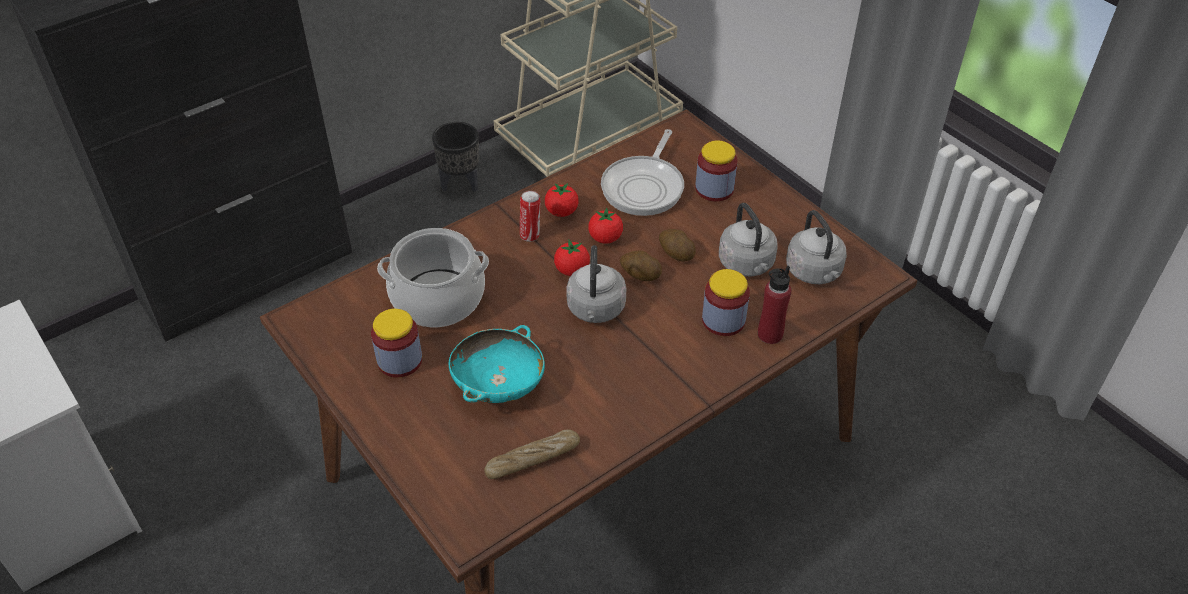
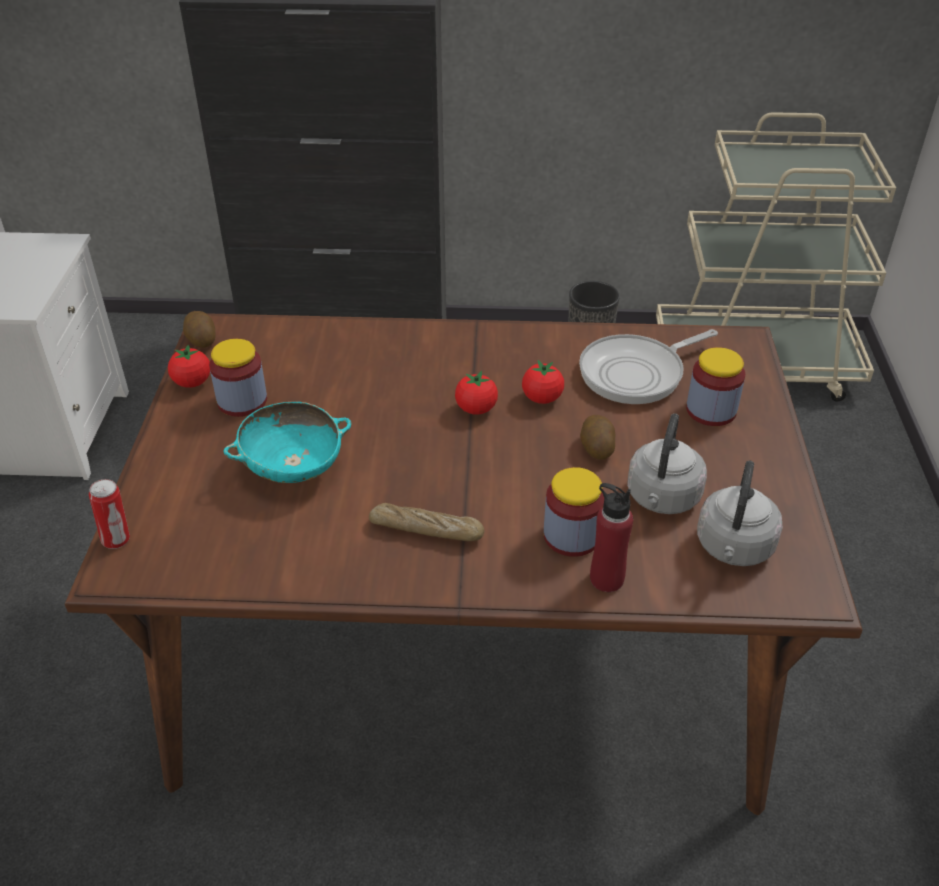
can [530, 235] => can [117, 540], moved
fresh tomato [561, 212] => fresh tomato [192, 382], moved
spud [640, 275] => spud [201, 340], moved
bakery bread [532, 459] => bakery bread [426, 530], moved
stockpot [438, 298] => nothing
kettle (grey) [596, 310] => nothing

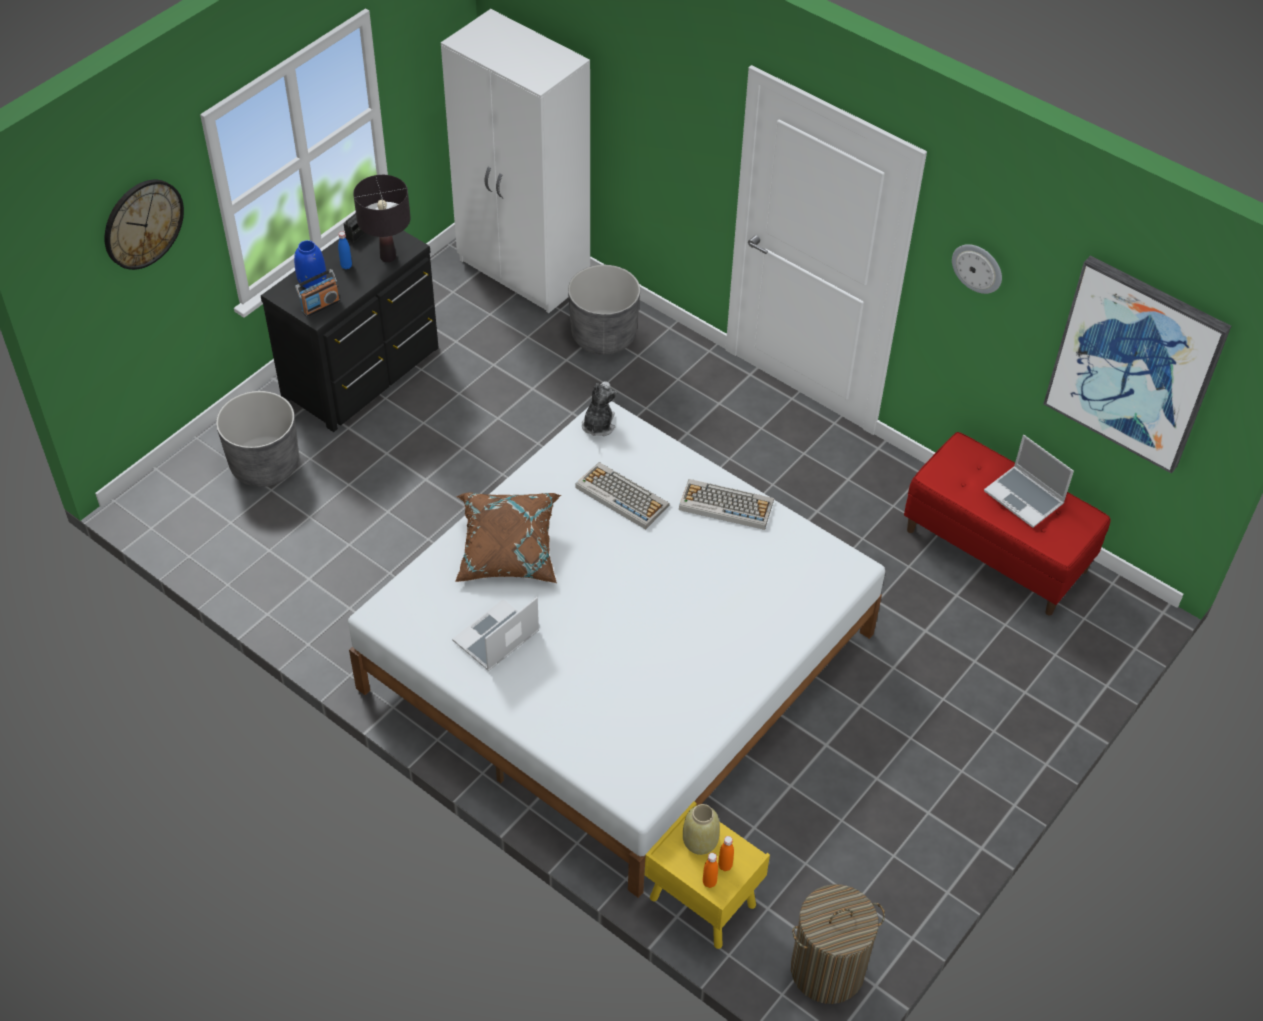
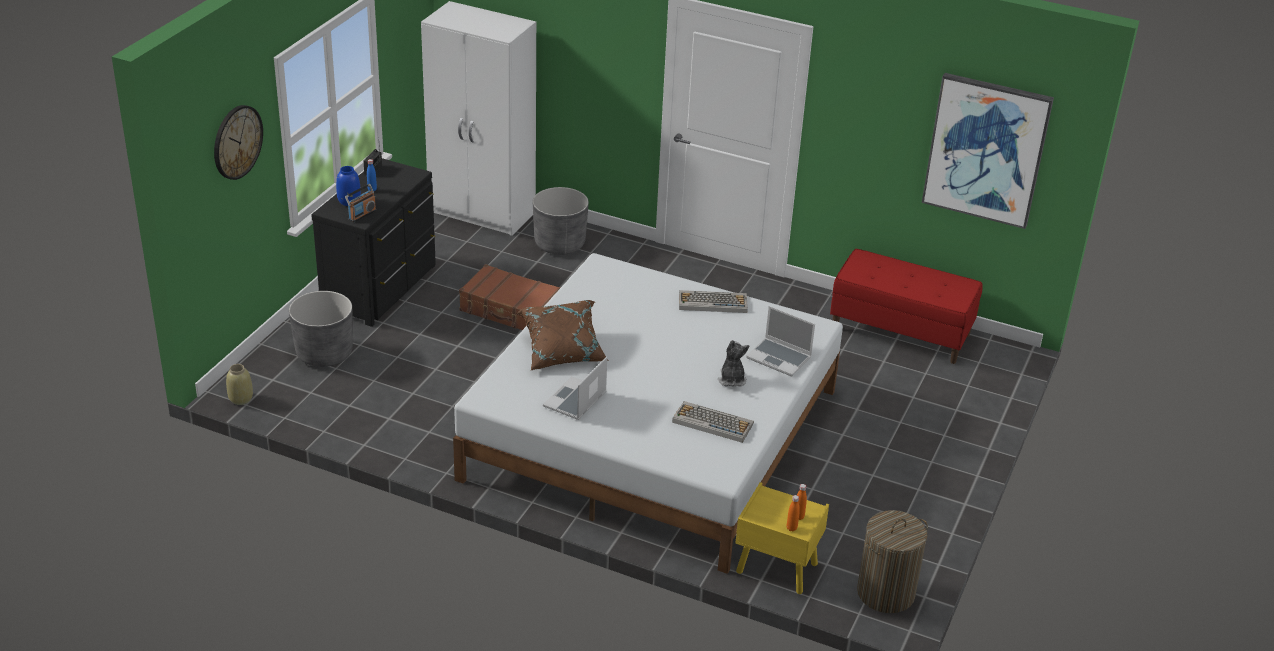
decorative vase (sand-coloured) [700, 841] => decorative vase (sand-coloured) [241, 398], moved
nothing => suitcase (brown-coloured) [515, 312]
keyboard [621, 496] => keyboard [712, 423], moved
cuddly toy [598, 425] => cuddly toy [731, 379], moved
notebook computer [1025, 498] => notebook computer [780, 358], moved
tabletop lamp (black-coloured) [388, 257] => nothing
wall clock [977, 267] => nothing

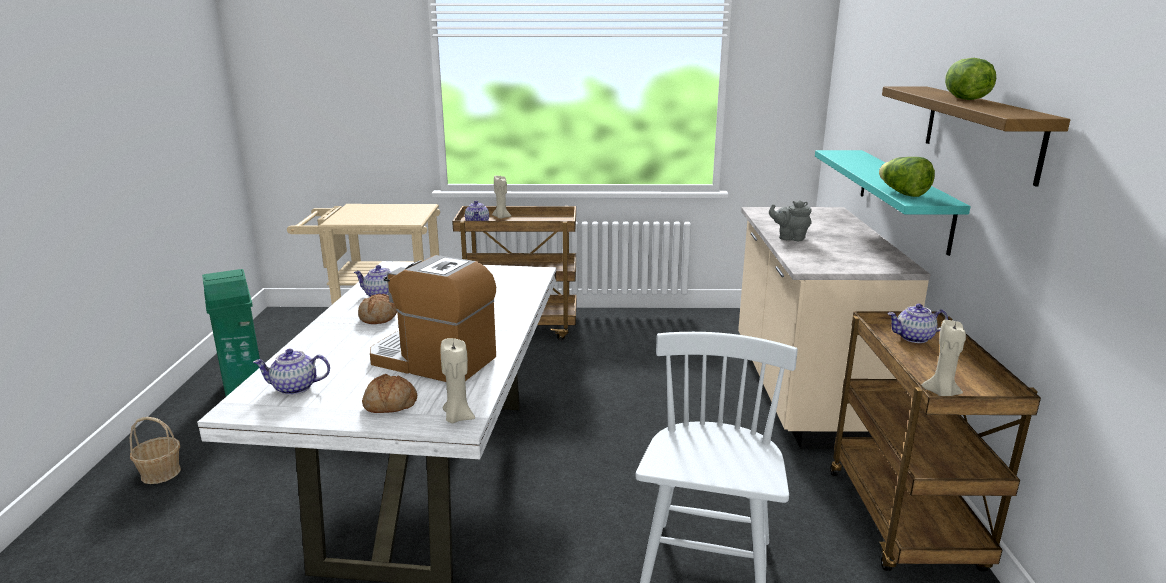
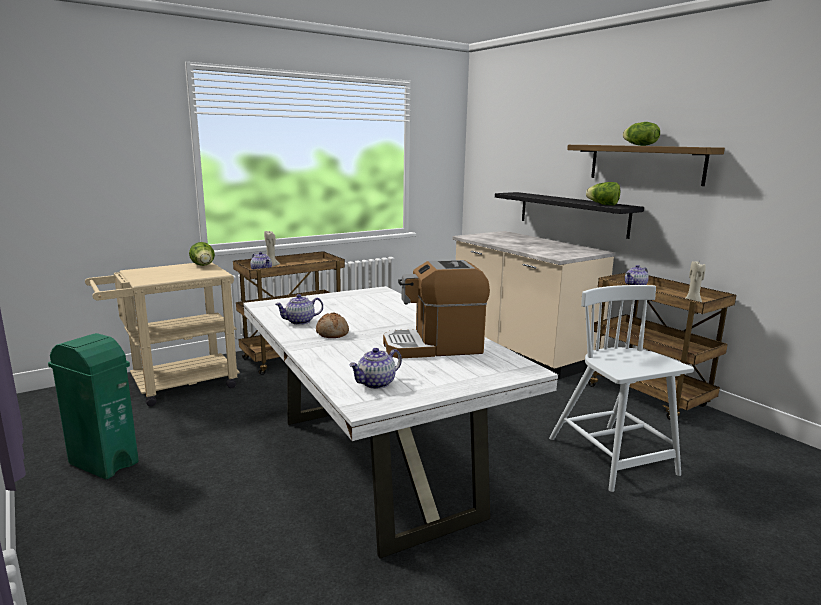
nothing => lettuce head [204, 266]
shelf (turquoise-coloured) [903, 197] => shelf (black-coloured) [572, 213]
storage basket [160, 473] => nothing
bakery bread [389, 404] => nothing
wax light (sand-coloured) [457, 417] => nothing
pot for tea (grey) [789, 238] => nothing

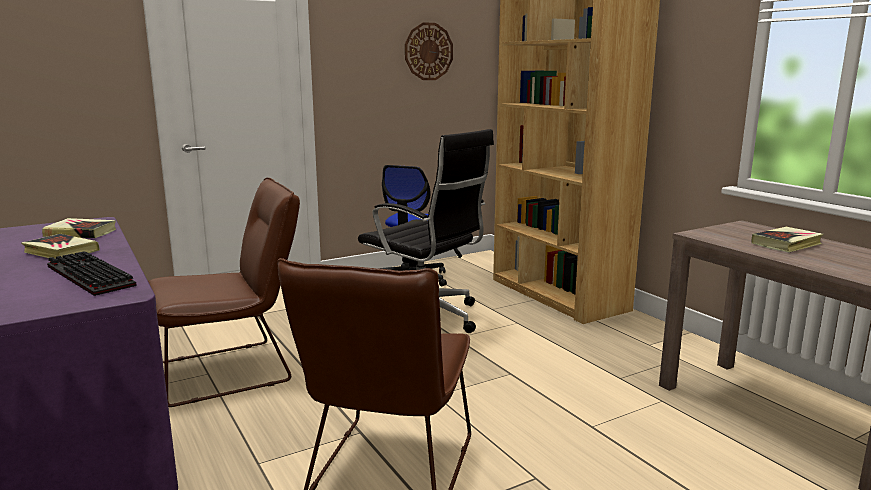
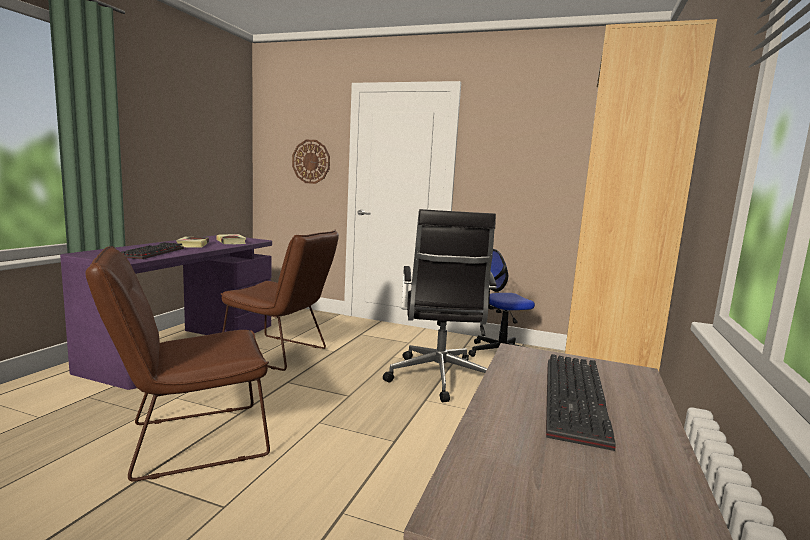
wall clock [428, 51] => wall clock [311, 161], moved
book [786, 244] => keyboard [578, 401]

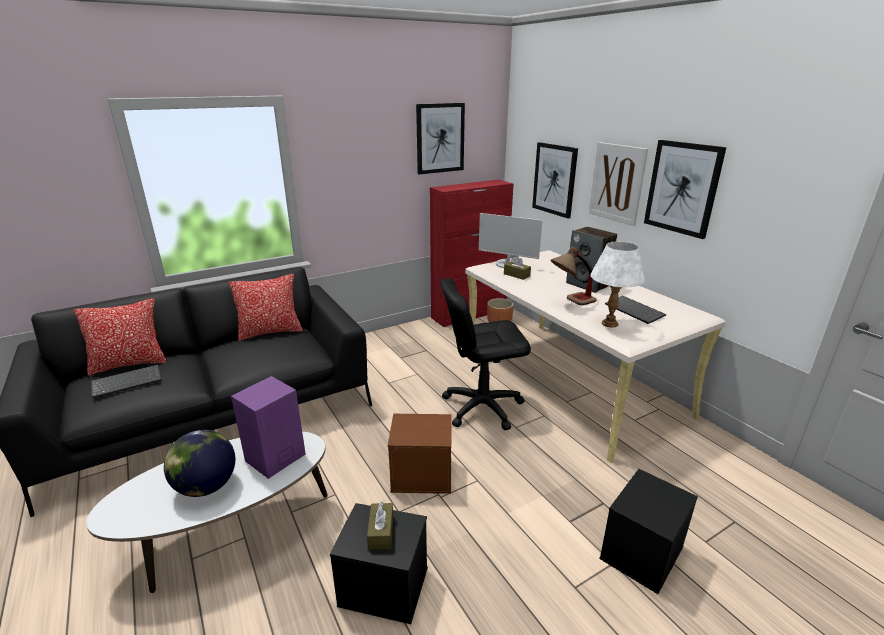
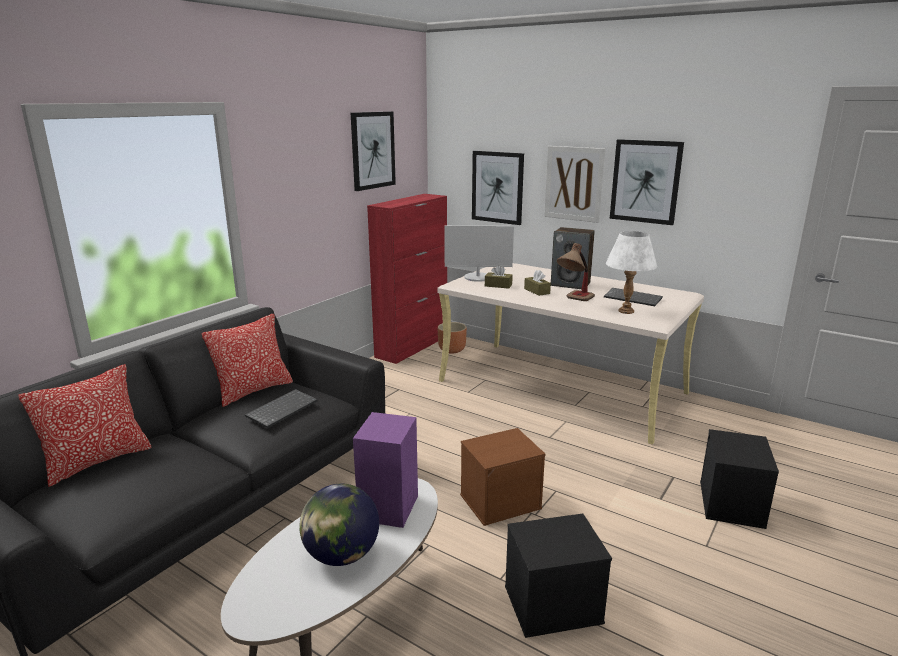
keyboard [128, 381] => keyboard [282, 409], moved
tissue box (brown-coloured) [381, 532] => tissue box (brown-coloured) [537, 291], moved
desk chair (black-coloured) [482, 407] => nothing

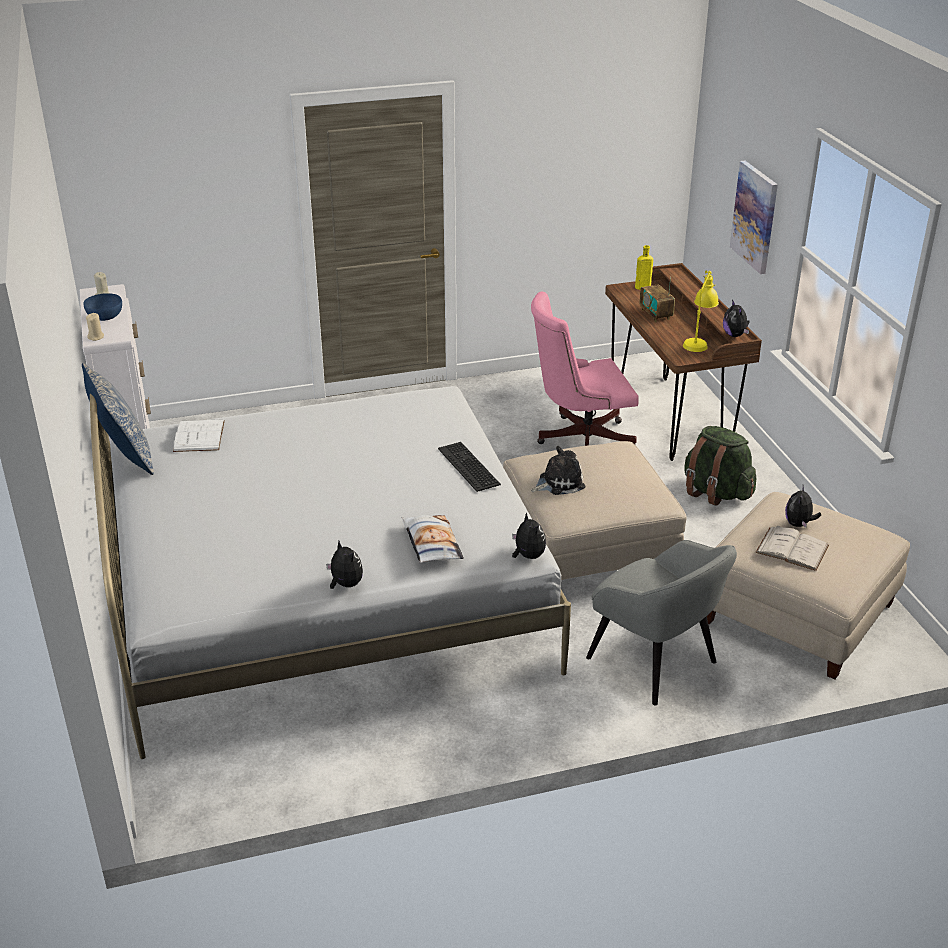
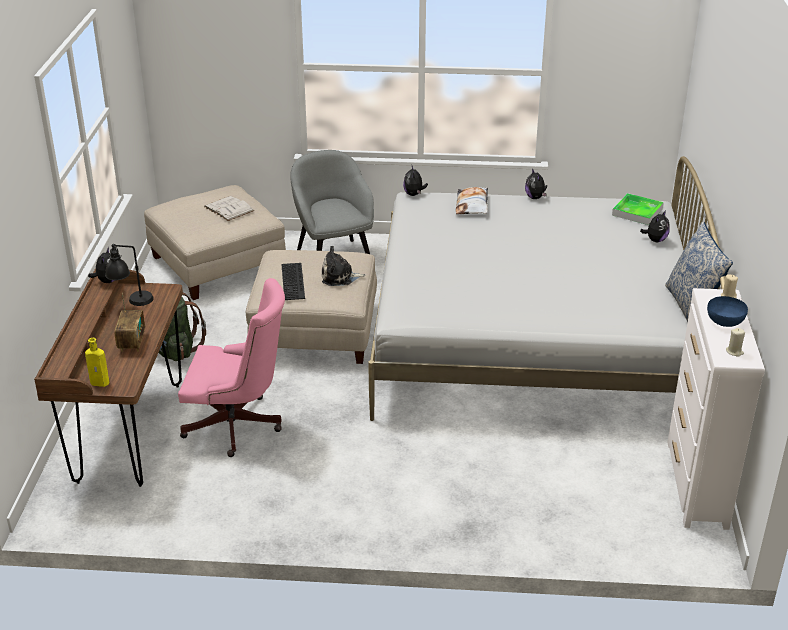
tabletop lamp (yellowish) [698, 341] => tabletop lamp (black-coloured) [132, 303]
keyboard [466, 466] => keyboard [294, 281], moved
nothing => tray [637, 212]
cuddly toy [798, 524] => cuddly toy [655, 240], moved
book (white) [199, 436] => nothing
wall art [755, 216] => nothing

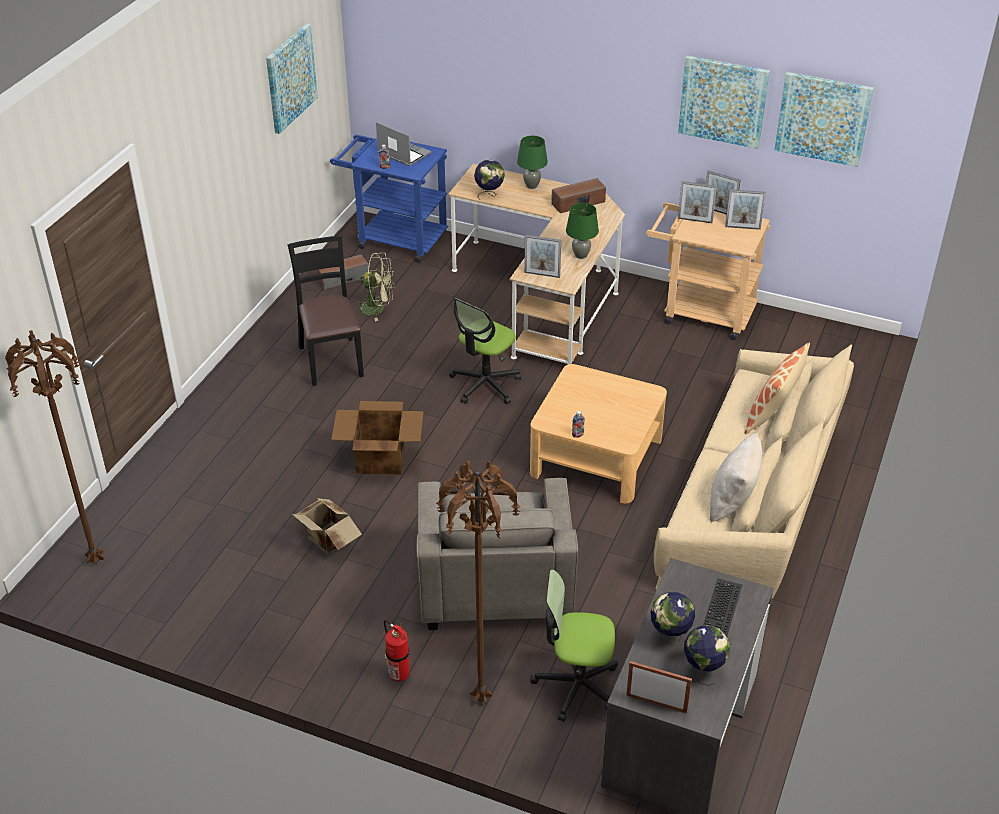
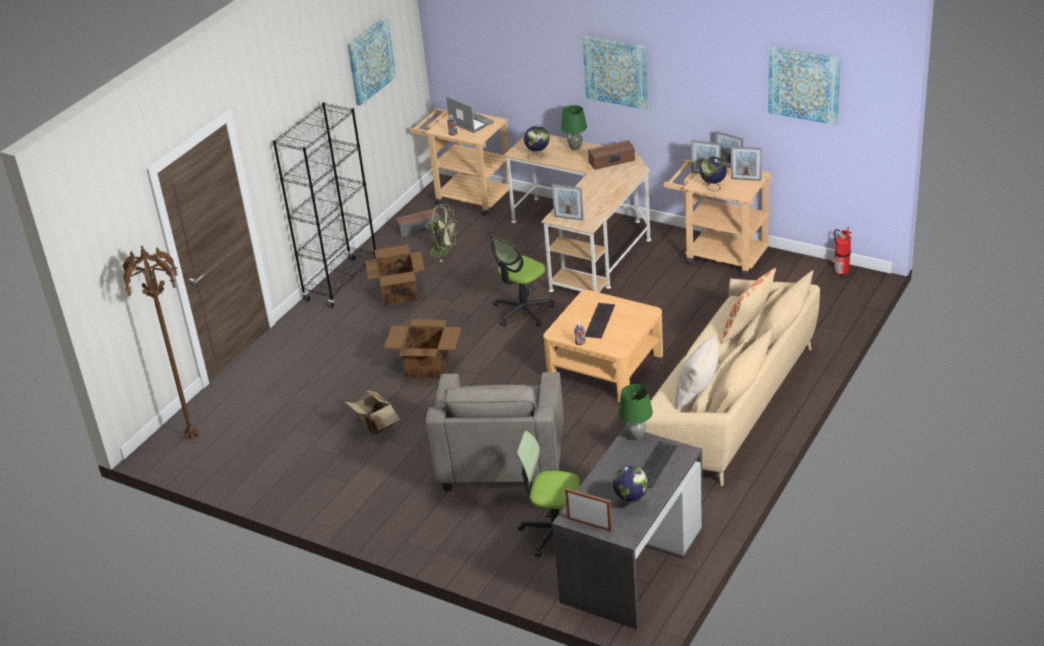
nothing => bookcase (black-coloured) [341, 283]
plain chair (black-coloured) [331, 360] => cardboard box [399, 292]
wheeled cart (blue-coloured) [394, 238] => wheeled cart (sand-coloured) [467, 196]
wall art [723, 101] => wall art [616, 71], moved
nothing => keyboard [600, 321]
tabletop lamp (greenish) [581, 255] => tabletop lamp (greenish) [636, 436], moved
globe [670, 636] => globe [713, 188], moved
fire extinguisher [397, 673] => fire extinguisher [840, 272], moved
standing lamp (brown-coloured) [479, 697] => nothing

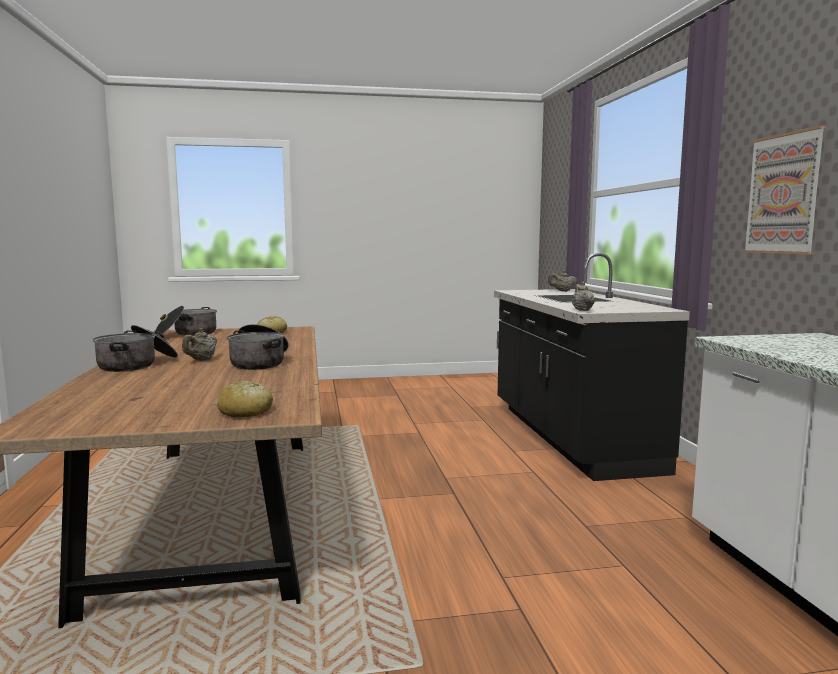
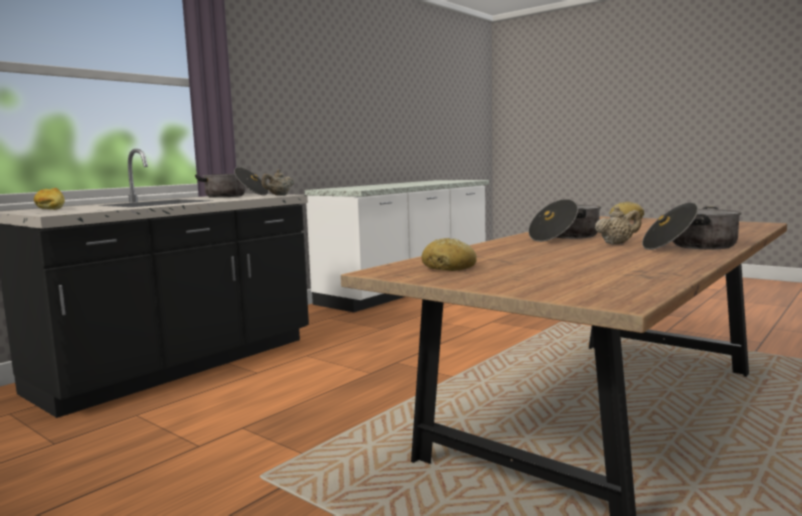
pot for tea (sand-coloured) [562, 291] => bakery bread [49, 209]
stockpot [186, 334] => stockpot [235, 196], moved
wall art [783, 194] => nothing

